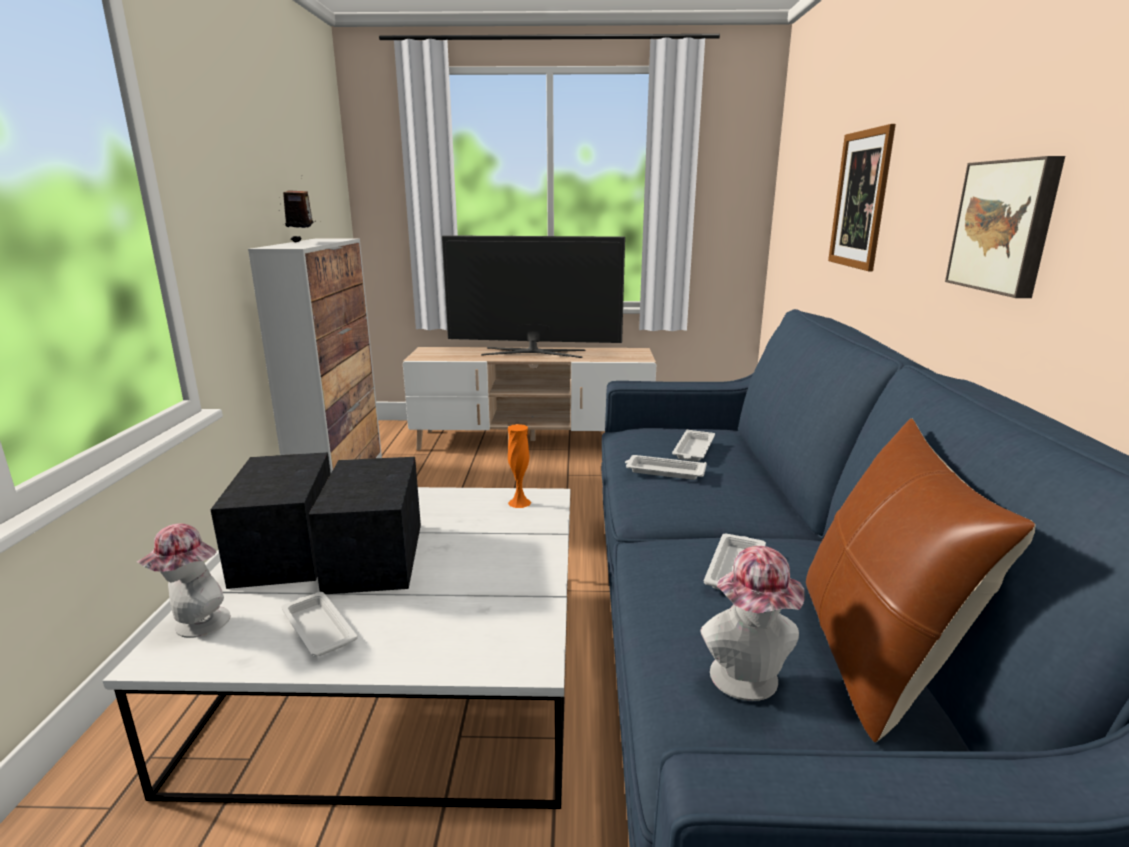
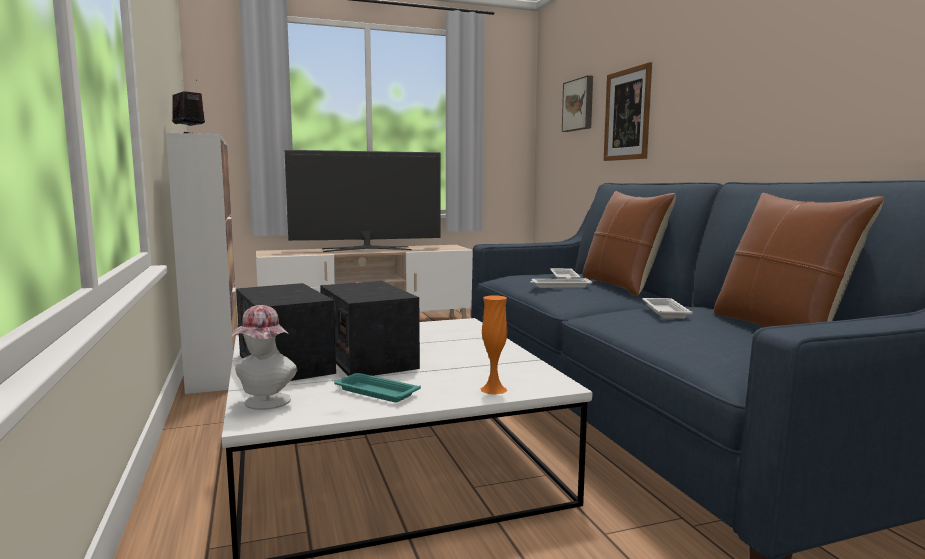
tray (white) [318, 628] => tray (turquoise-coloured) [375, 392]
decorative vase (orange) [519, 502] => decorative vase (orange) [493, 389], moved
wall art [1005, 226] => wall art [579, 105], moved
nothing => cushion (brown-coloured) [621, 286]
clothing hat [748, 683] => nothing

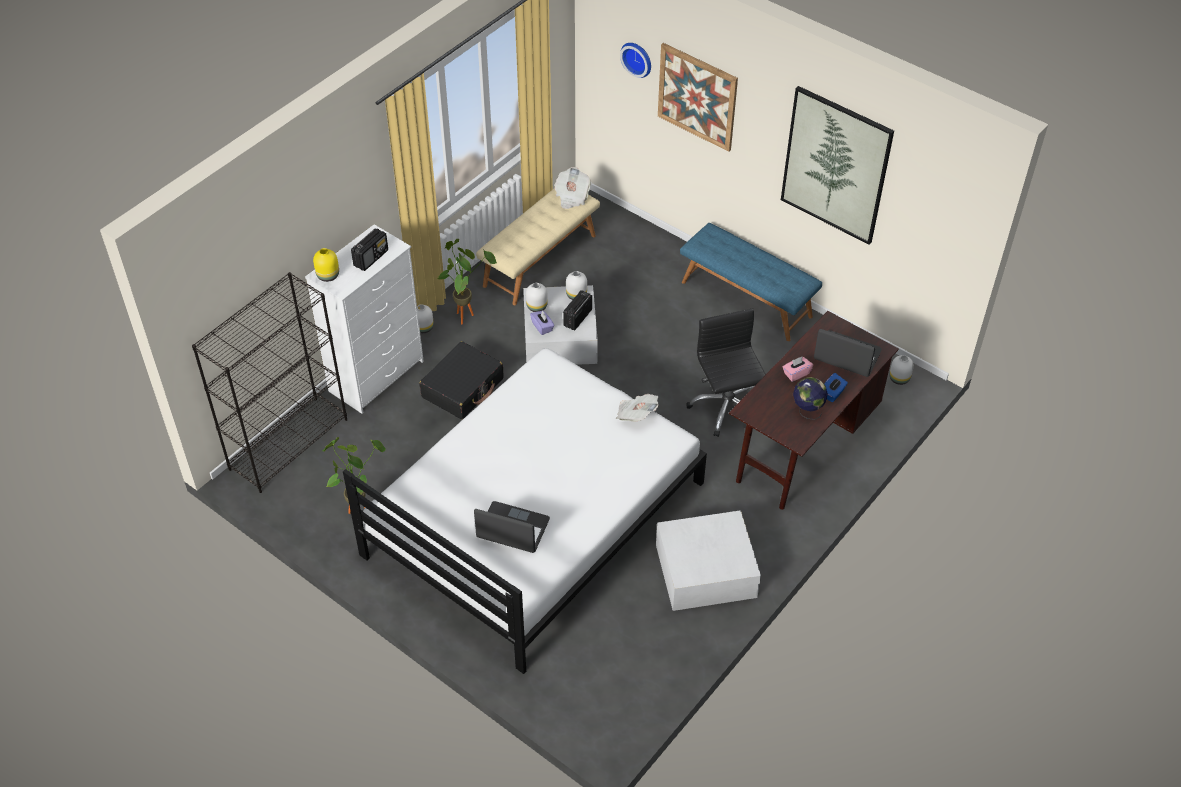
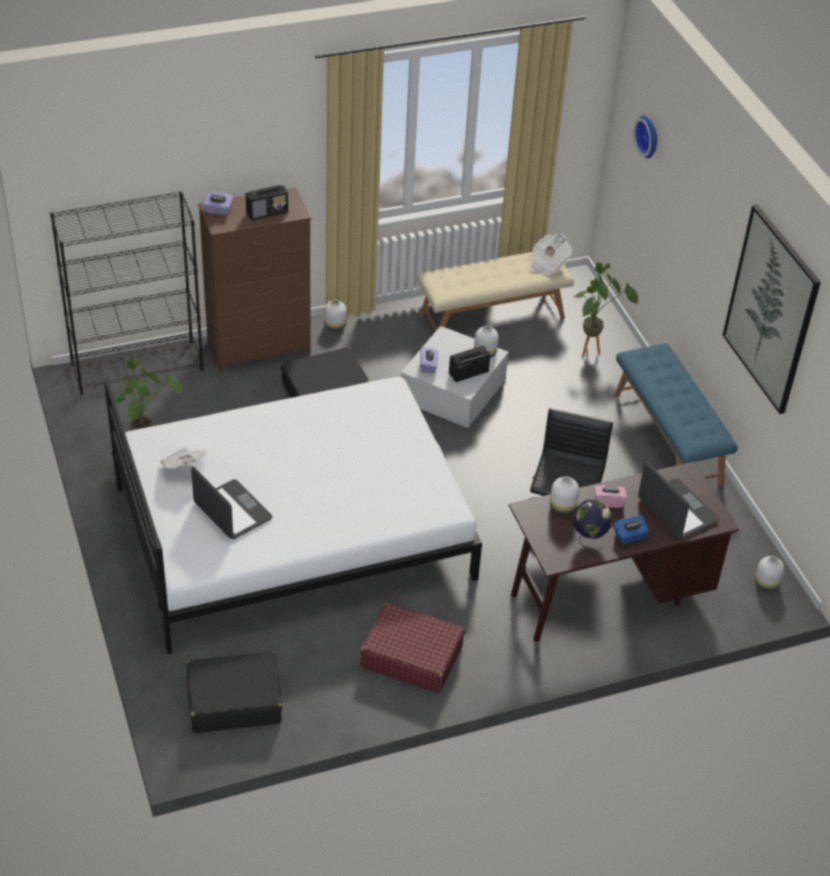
daily paper [636, 415] => daily paper [183, 466], moved
nothing => suitcase (black-coloured) [234, 701]
chest of drawers (white) [377, 376] => chest of drawers (brown-coloured) [260, 347]
decorative vase (yellowish) [328, 275] => tissue box (purplish) [218, 210]
storage bin (white) [705, 571] => suitcase (red) [411, 656]
decorative vase (white) [537, 306] => decorative vase (white) [563, 507], moved
potted plant [466, 314] => potted plant [593, 349], moved
wall art [697, 96] => nothing

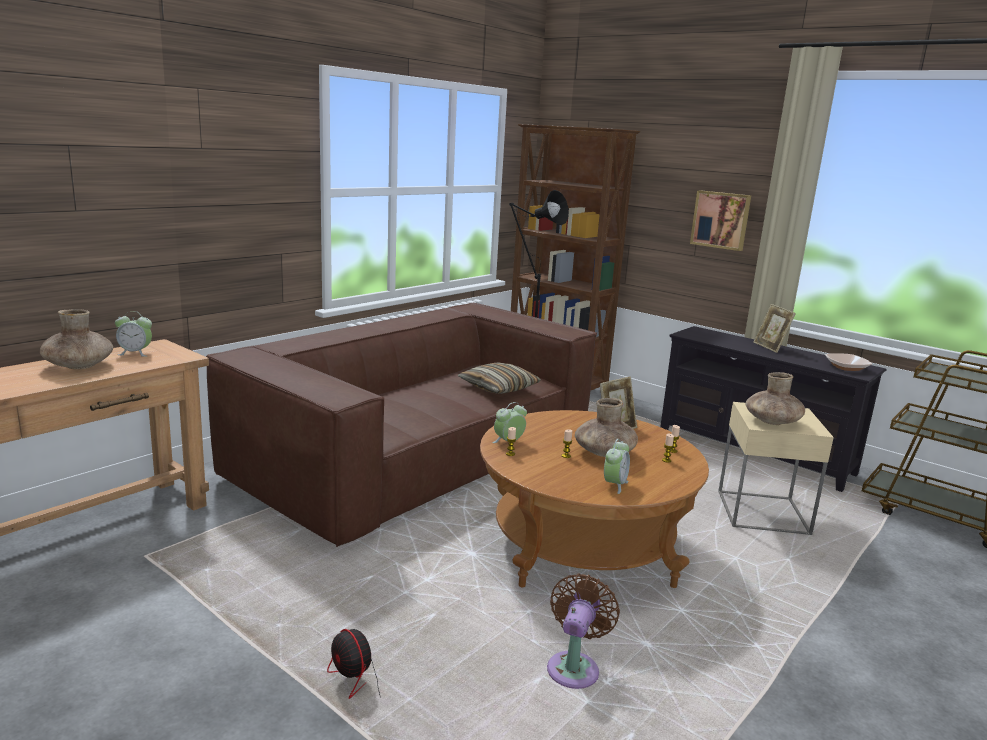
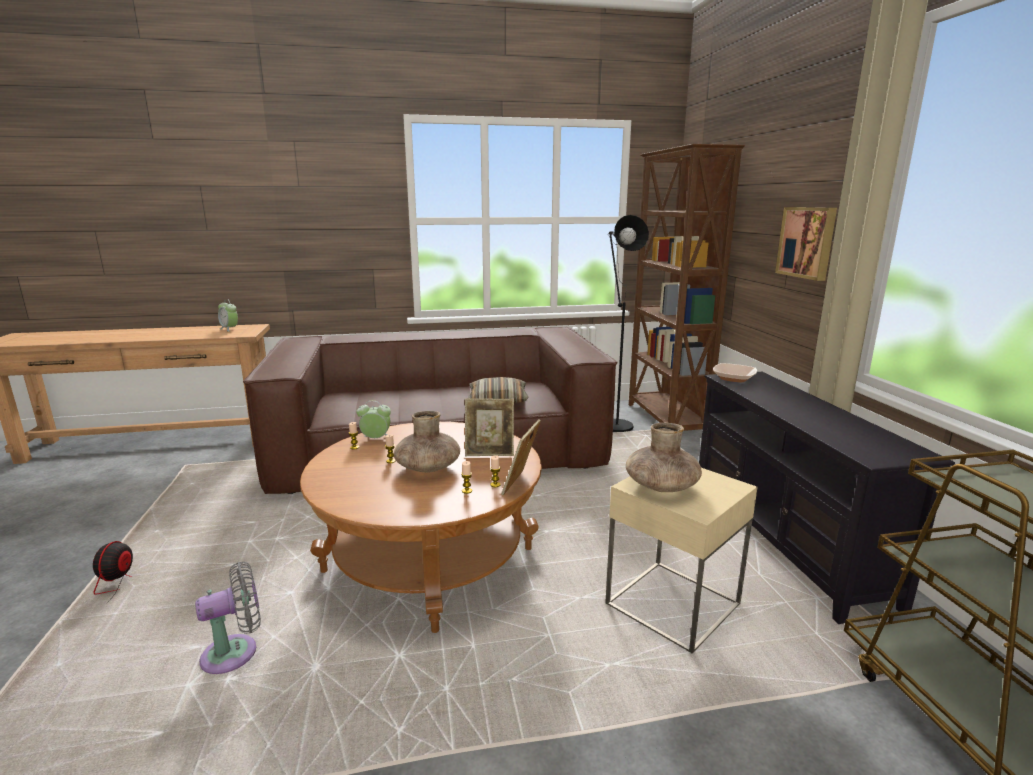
electric fan (brown-coloured) [574, 667] => electric fan (grey) [236, 653]
photo frame [770, 347] => photo frame [521, 484], moved
deep dish [846, 367] => deep dish [733, 378], moved
decorative vase (brown-coloured) [79, 366] => nothing
table clock [614, 485] => nothing

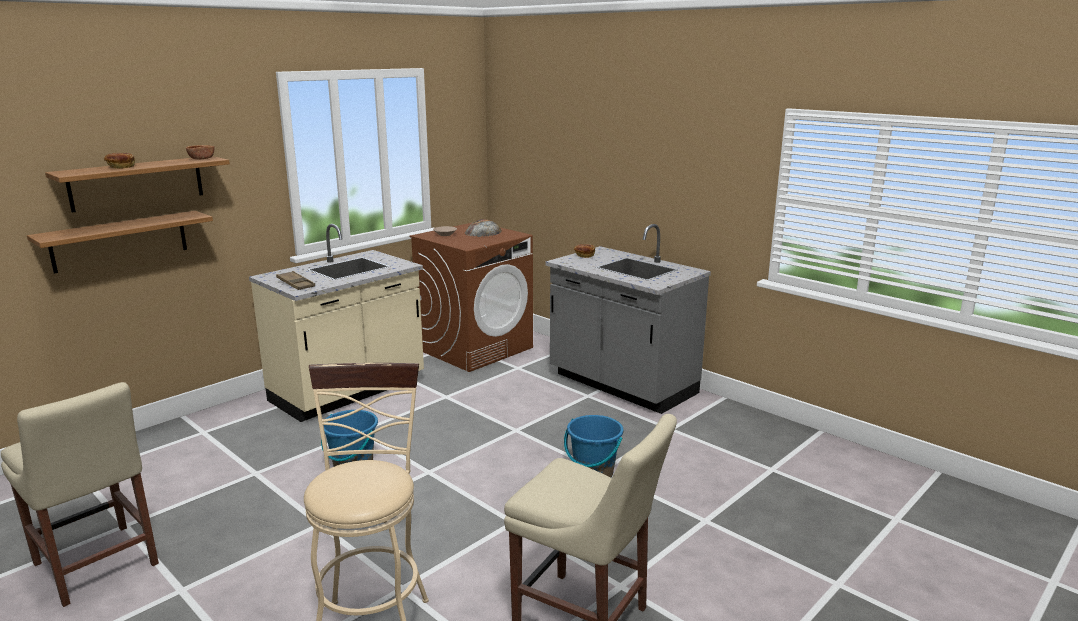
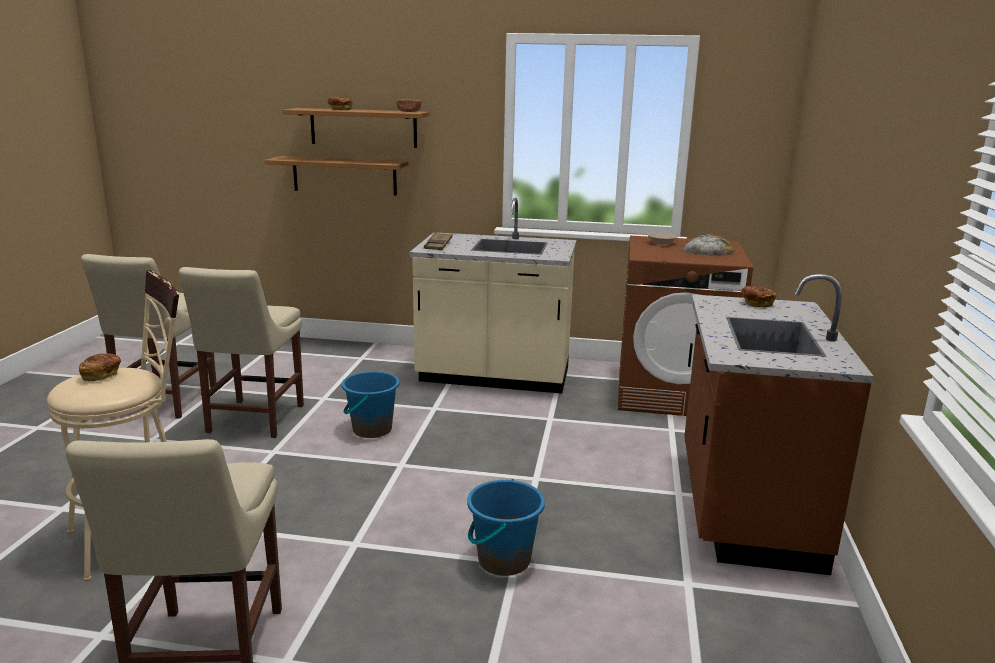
nothing => bakery bread [102, 375]
nothing => plain chair (sand-coloured) [253, 421]
kitchen counter (grey) [621, 385] => kitchen counter (brown-coloured) [743, 506]

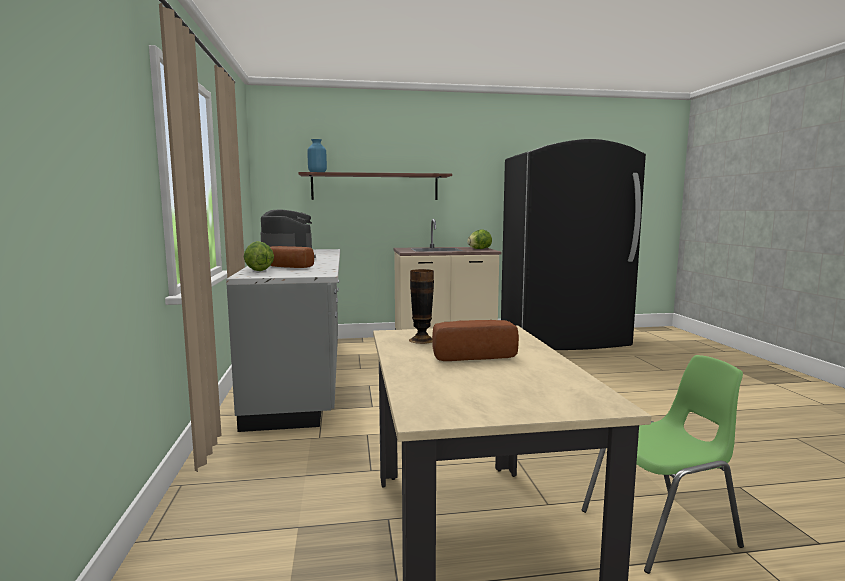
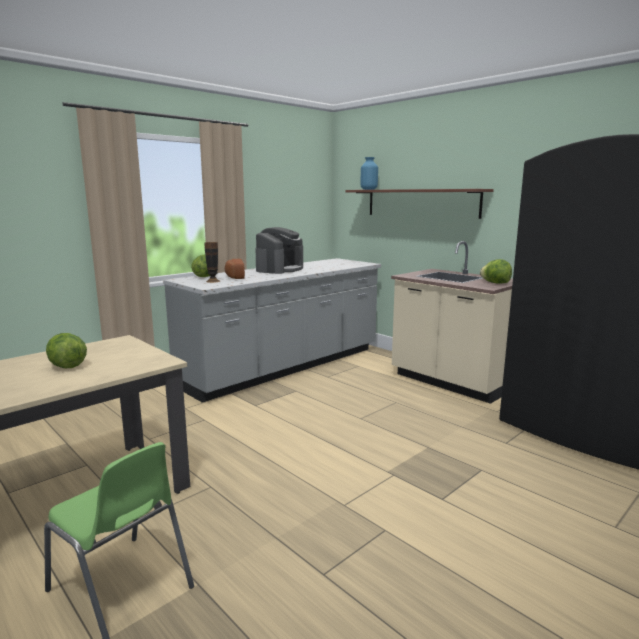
bakery bread [471, 355] => lettuce head [67, 366]
decorative vase [422, 340] => decorative vase [213, 281], moved

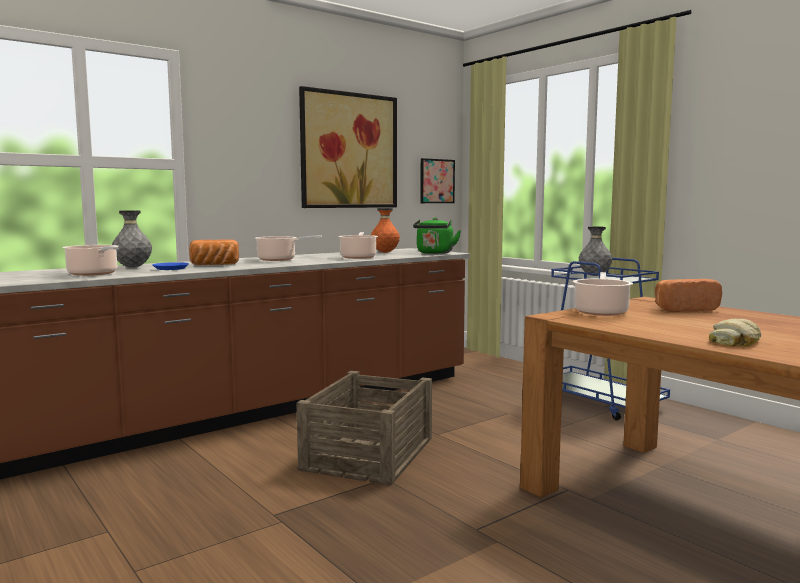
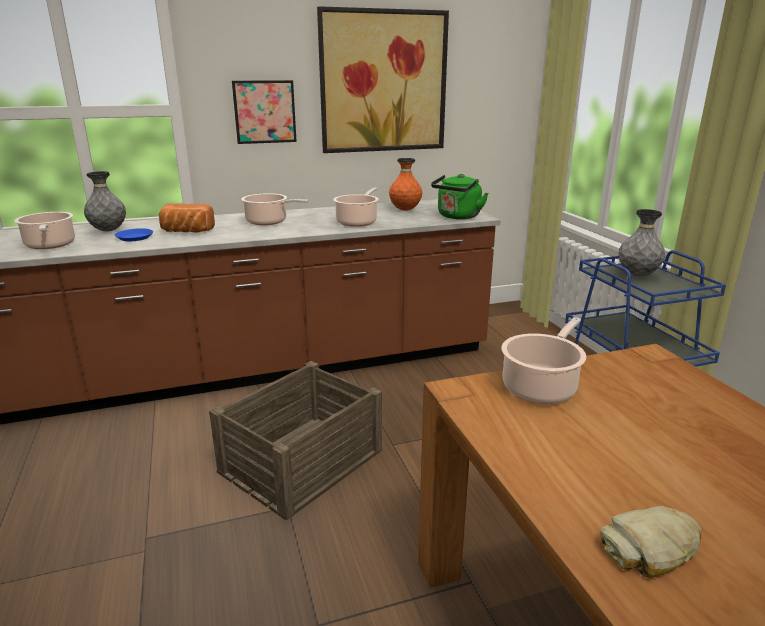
wall art [437, 181] => wall art [265, 112], moved
bakery bread [683, 309] => nothing

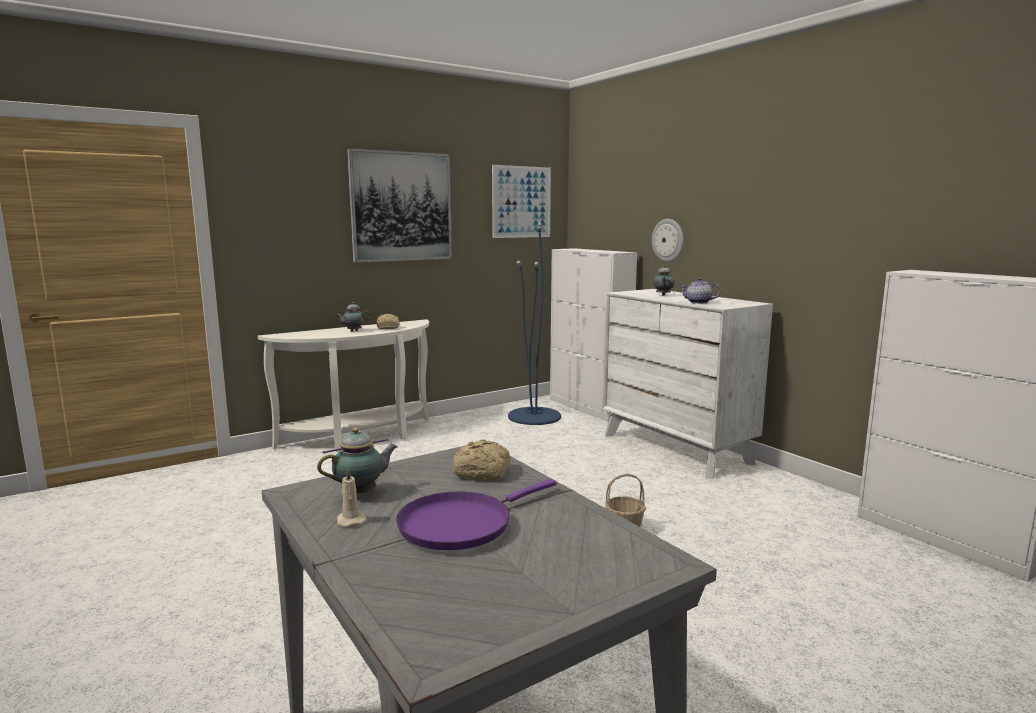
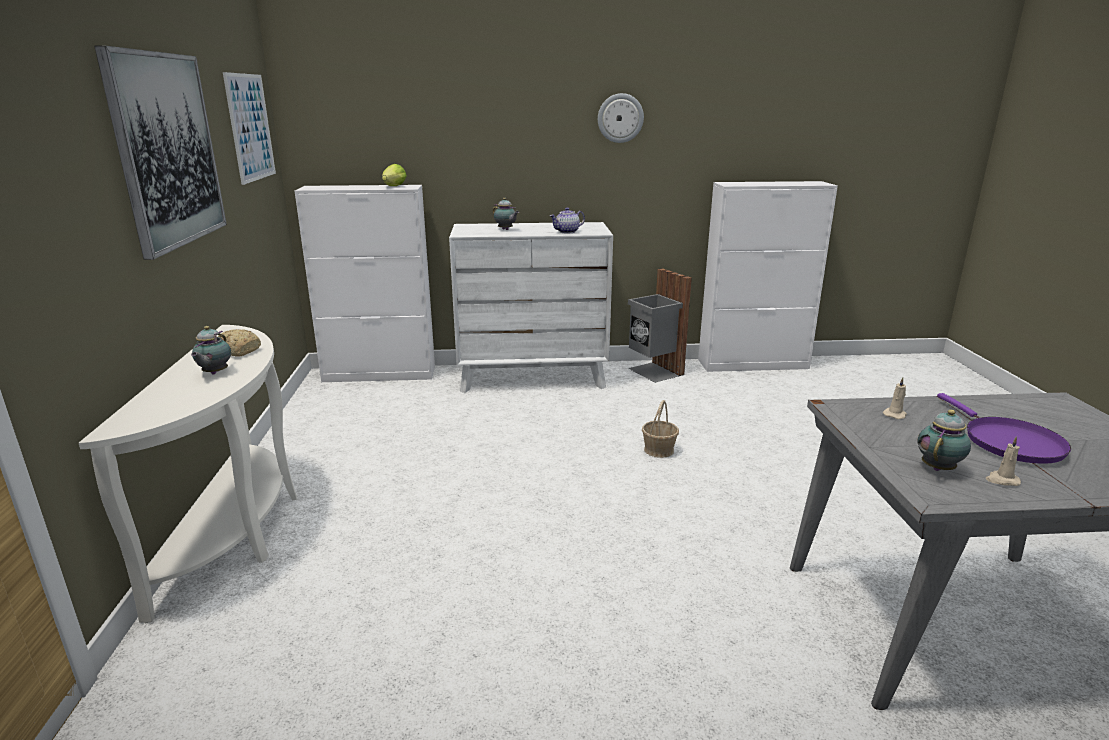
nothing => lettuce head [393, 187]
wall clock [668, 240] => wall clock [620, 118], moved
nothing => rubbish bin (grey) [654, 372]
bakery bread [483, 473] => wax light (sand-coloured) [895, 414]
pot for tea [362, 493] => pot for tea [938, 467], 45 degrees clockwise
standing lamp (blue-coloured) [534, 416] => nothing

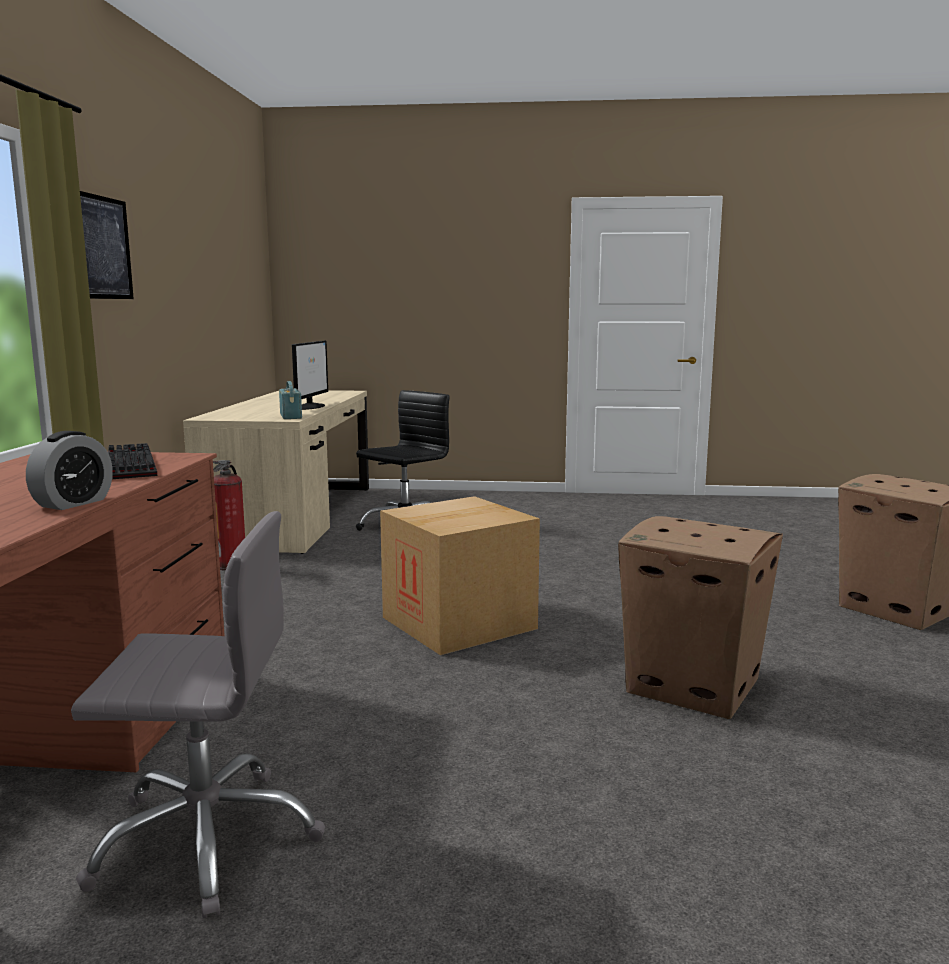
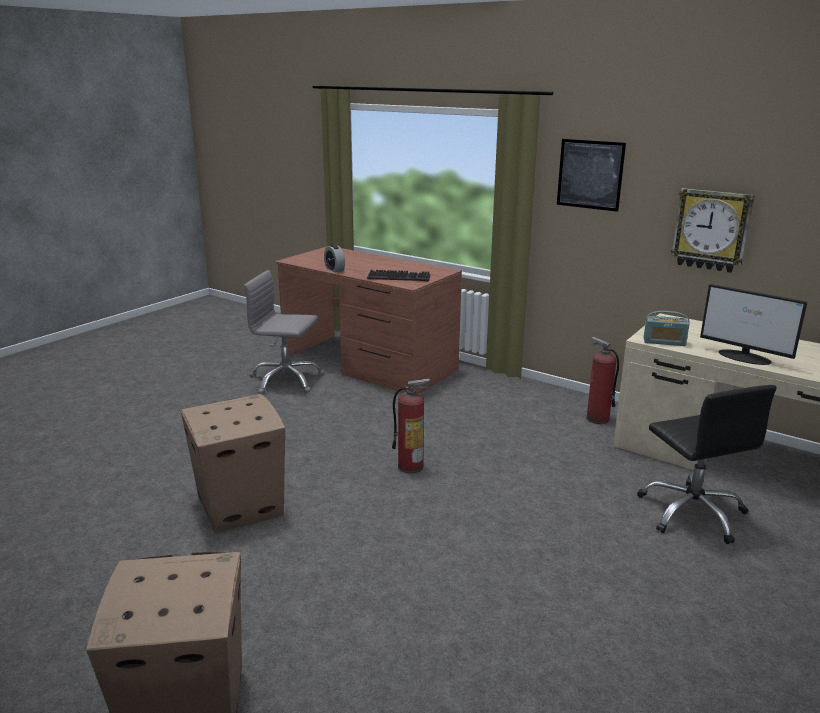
desk chair (grey) [207, 839] => desk chair (grey) [286, 380], 75 degrees clockwise
cardboard box [458, 623] => fire extinguisher [410, 466]
nothing => wall clock [711, 230]

